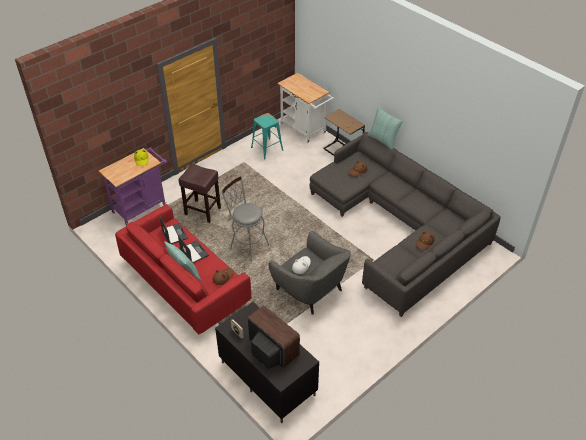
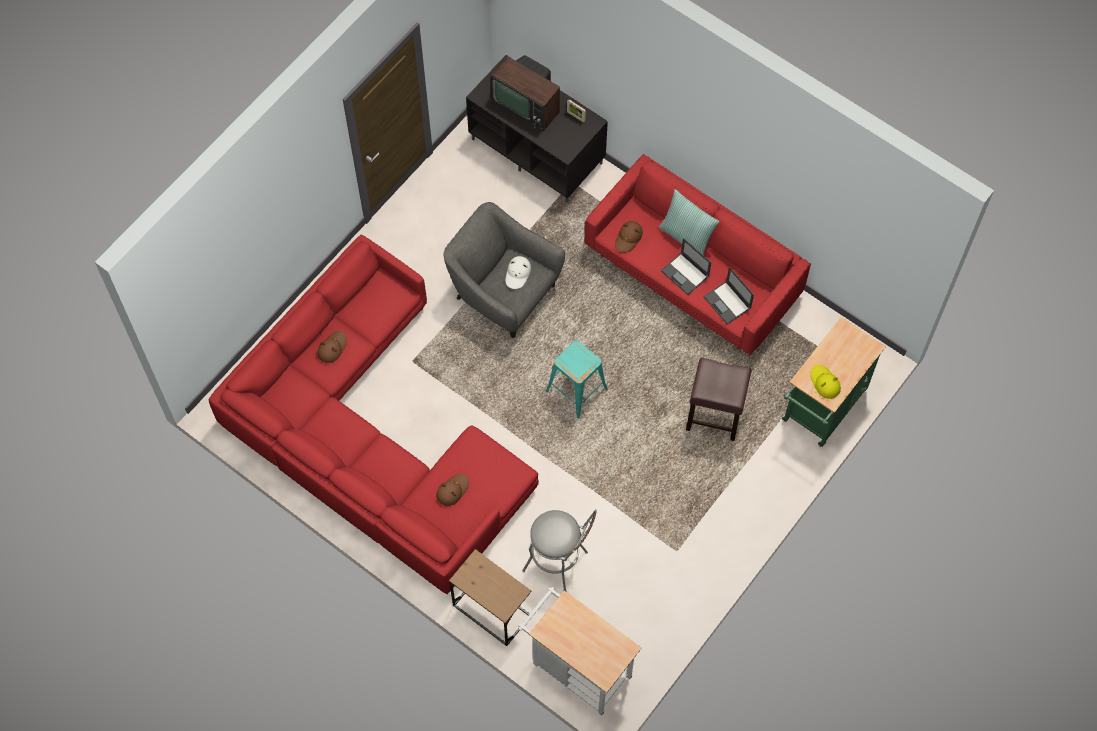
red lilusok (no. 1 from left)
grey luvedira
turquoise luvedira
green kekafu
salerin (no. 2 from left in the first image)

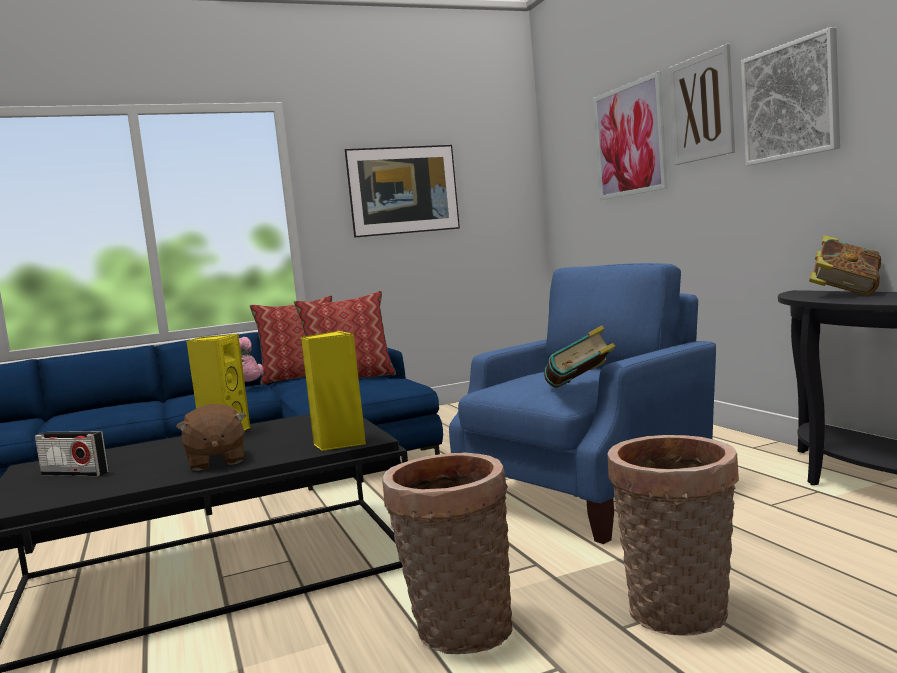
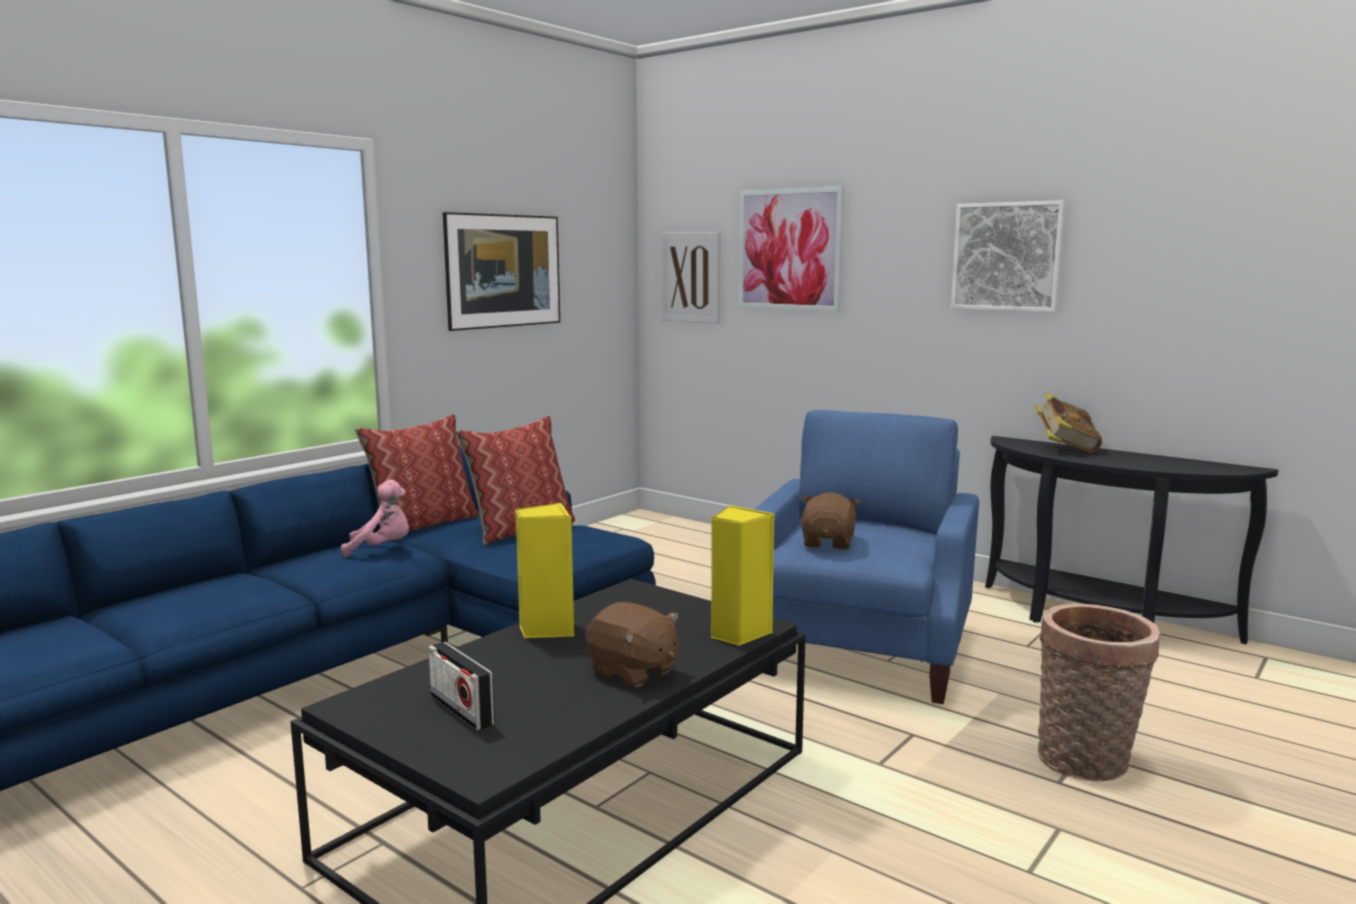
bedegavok
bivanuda (no. 2 from left)
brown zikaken (no. 2 from left)
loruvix (no. 1 from left in the first image)
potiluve (no. 1 from left in the first image)

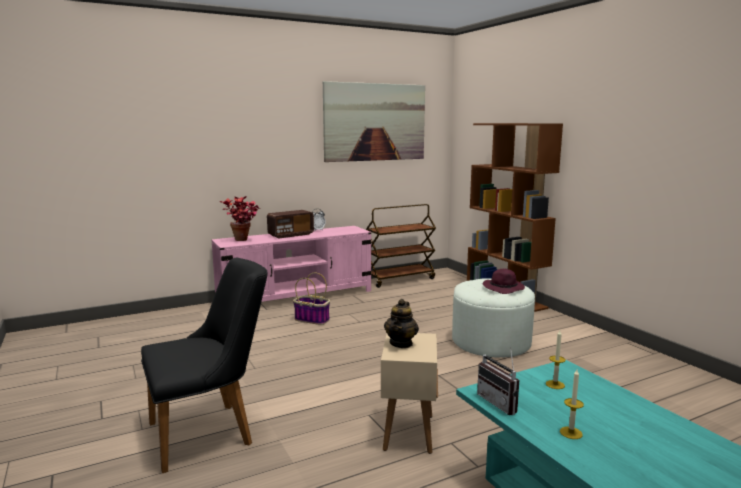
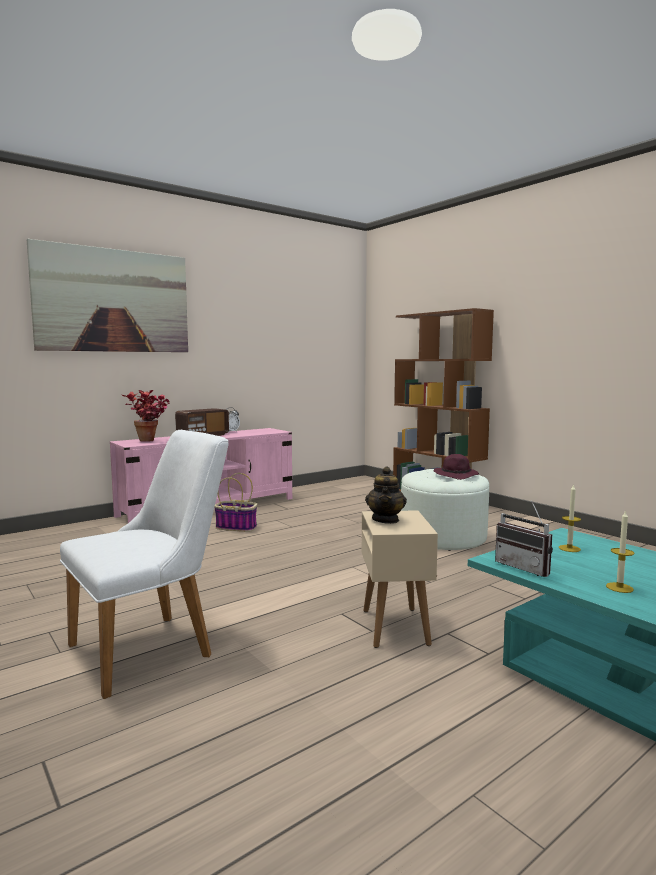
bivanuda
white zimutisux
brown kekafu

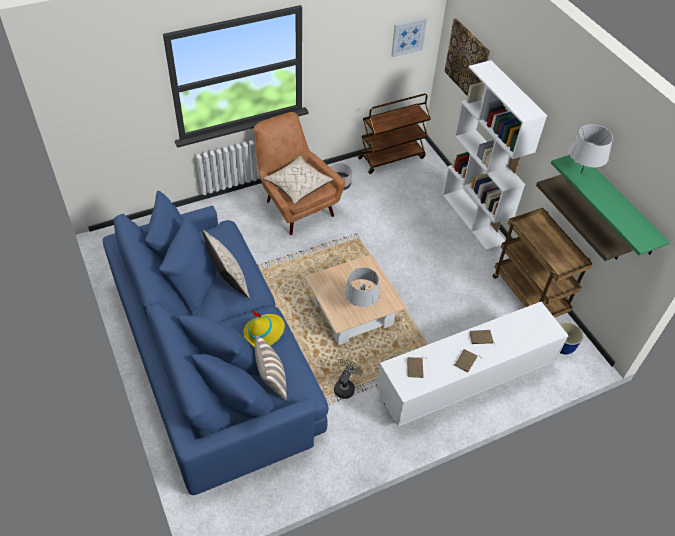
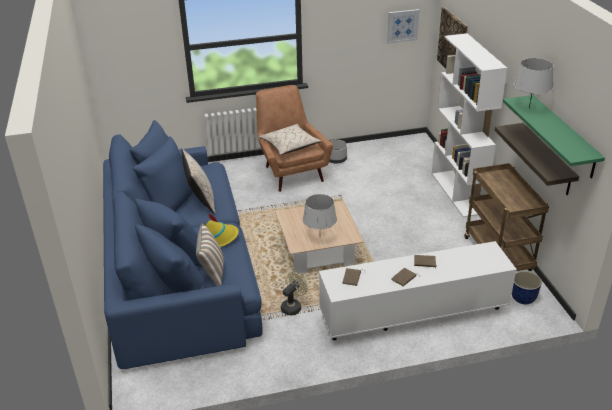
brown kekafu (no. 1 from left in the first image)

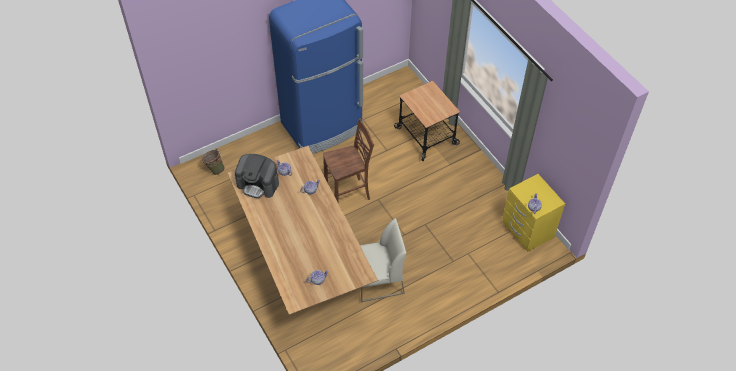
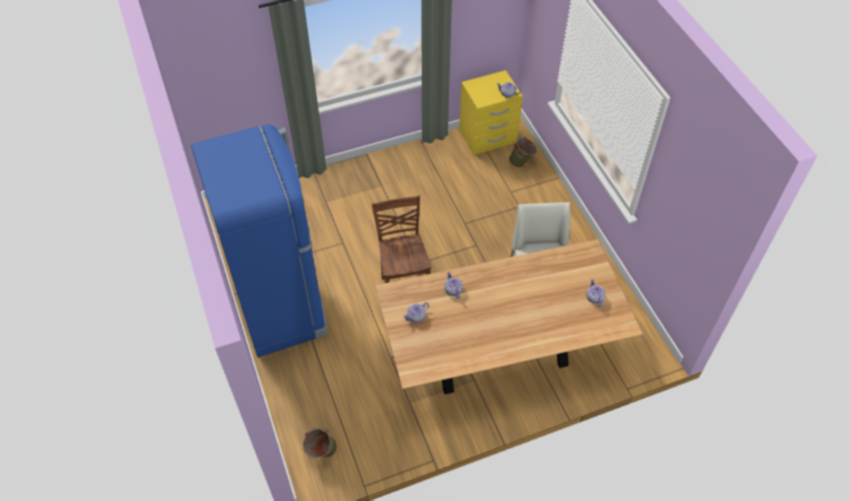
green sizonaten (no. 2 from left)
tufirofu
kekafu

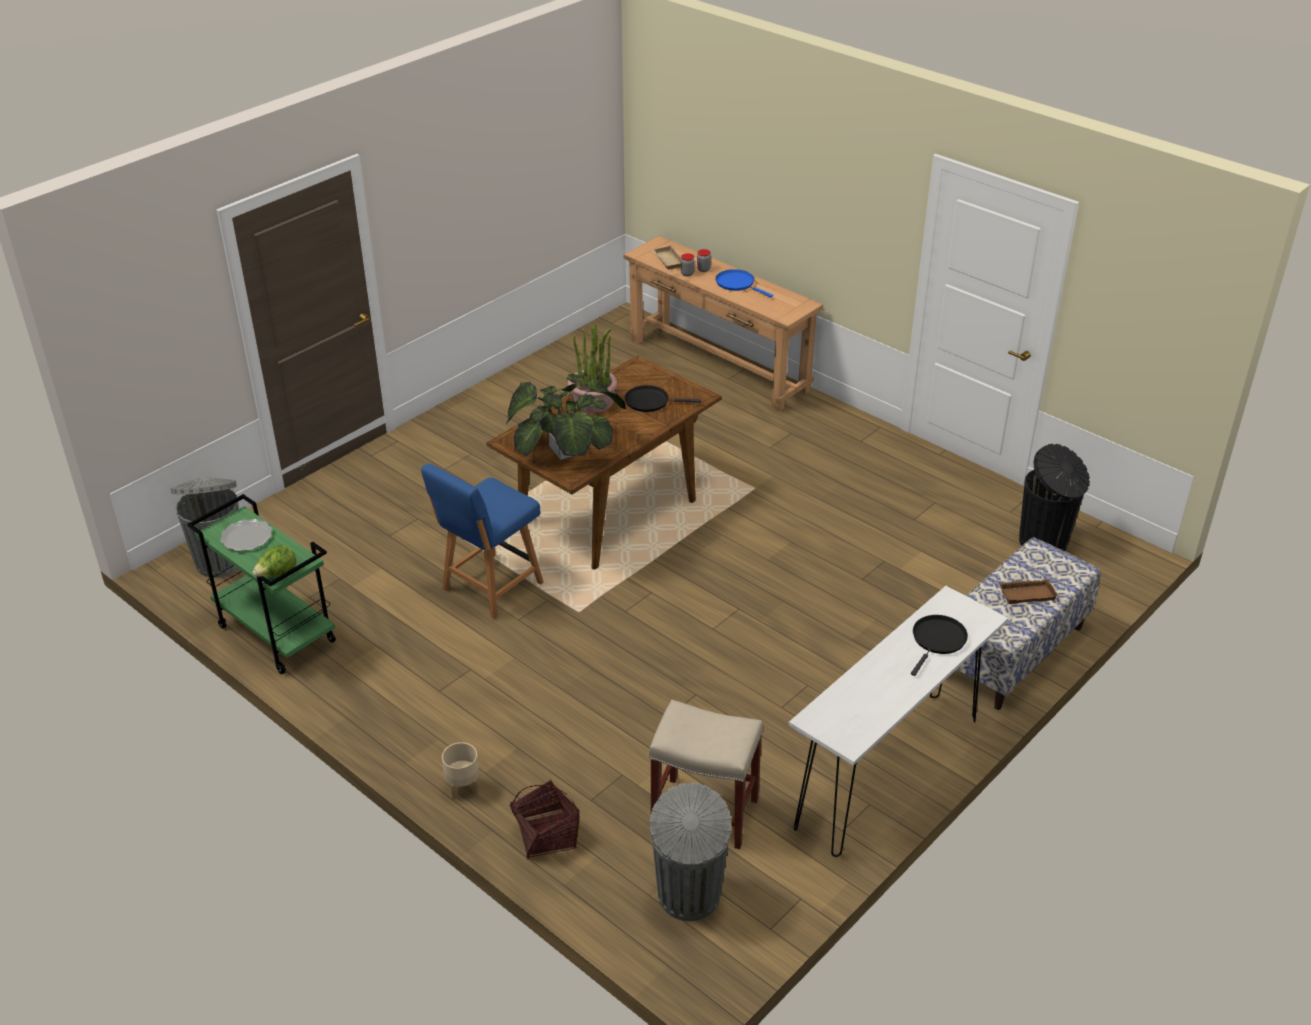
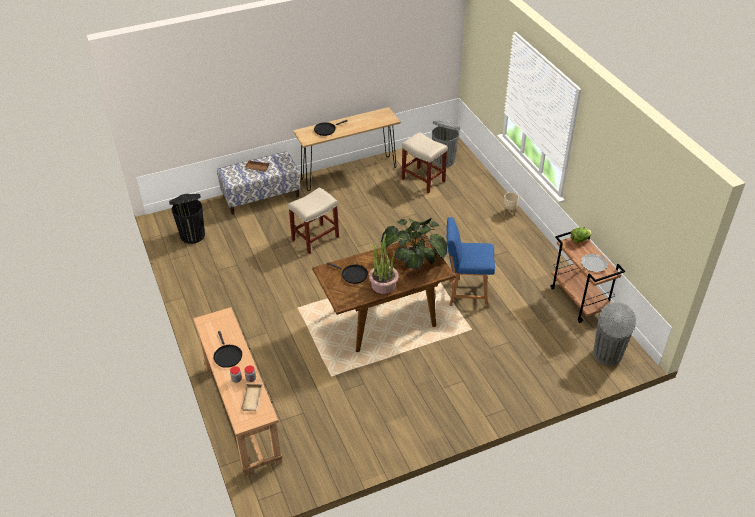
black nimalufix (no. 1 from left)
beige luvedira (no. 1 from left)
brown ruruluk (no. 2 from left)
blue zimutisux
brown kekafu
loruvix

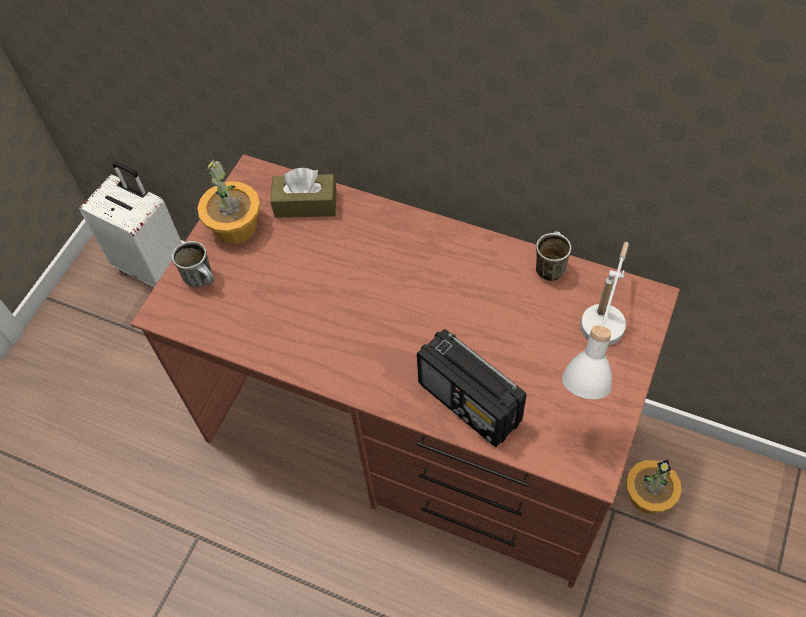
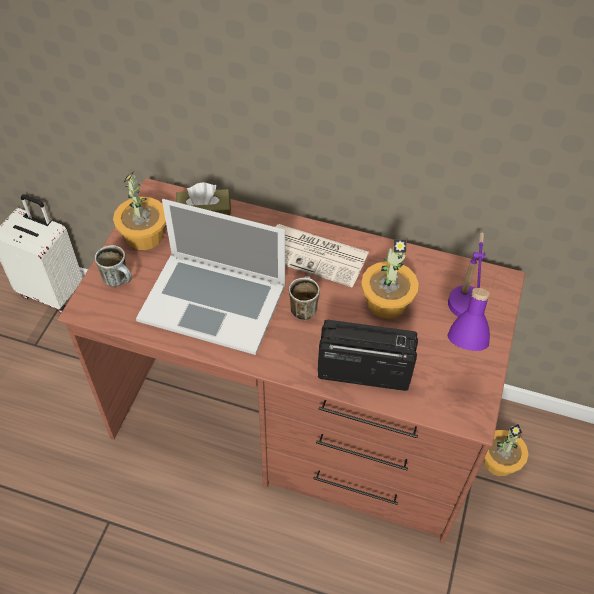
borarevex
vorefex
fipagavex (no. 2 from left)
bedegavok
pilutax (no. 2 from left)
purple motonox

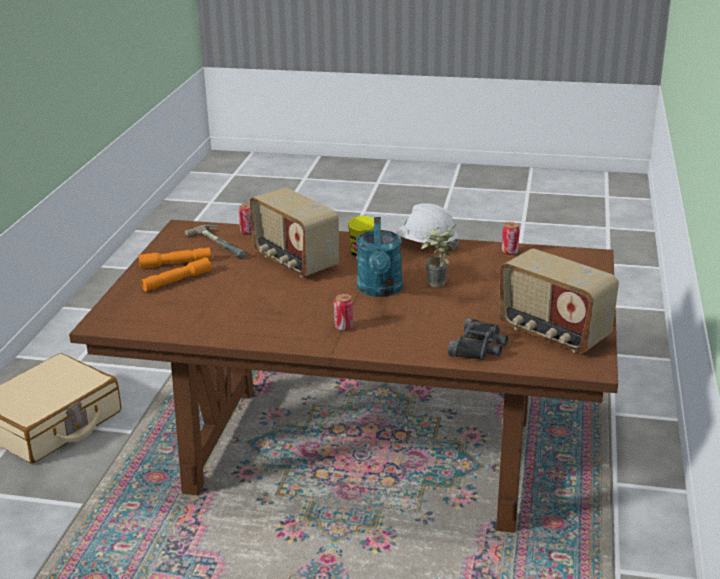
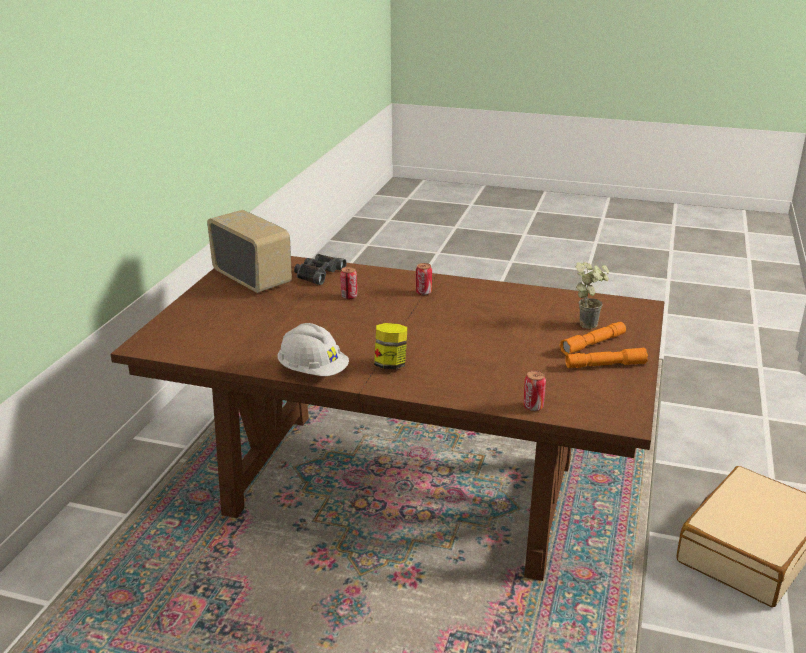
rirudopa (no. 1 from left)
pilutax
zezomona
bedegavok (no. 1 from left in the first image)
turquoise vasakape

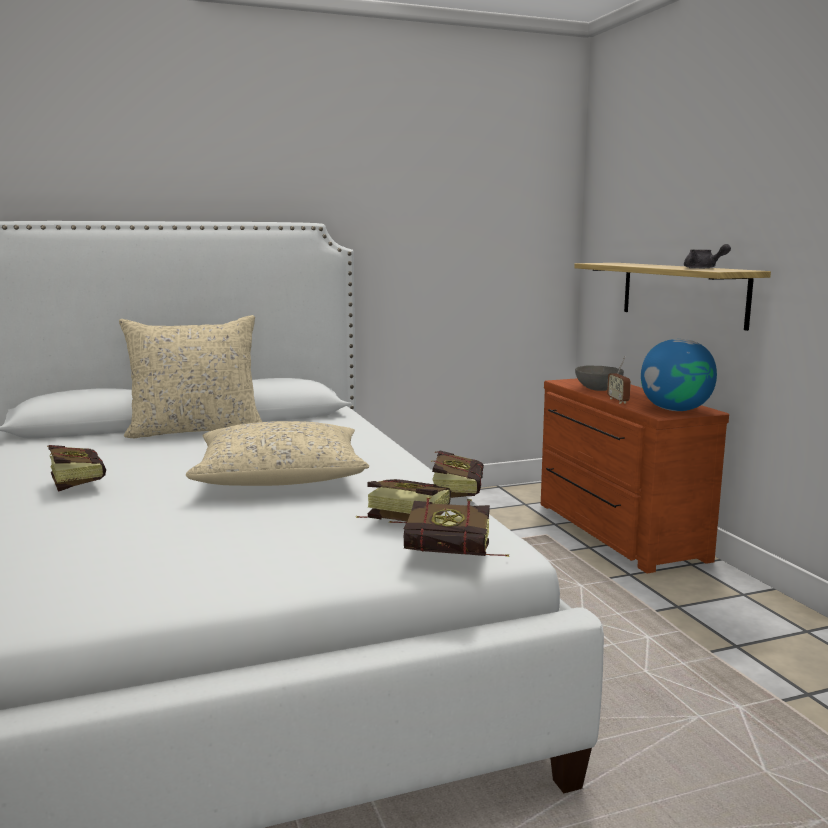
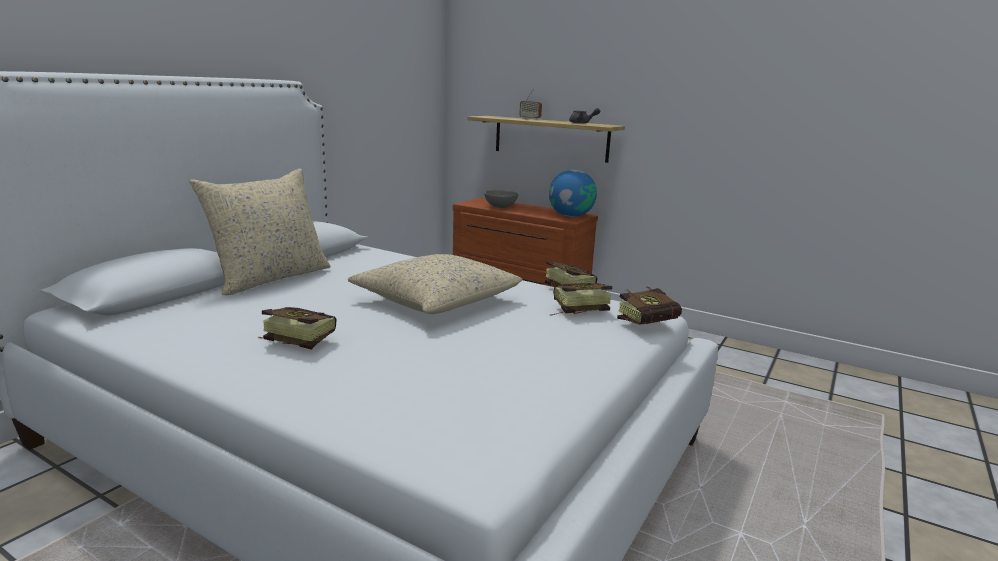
bedegavok

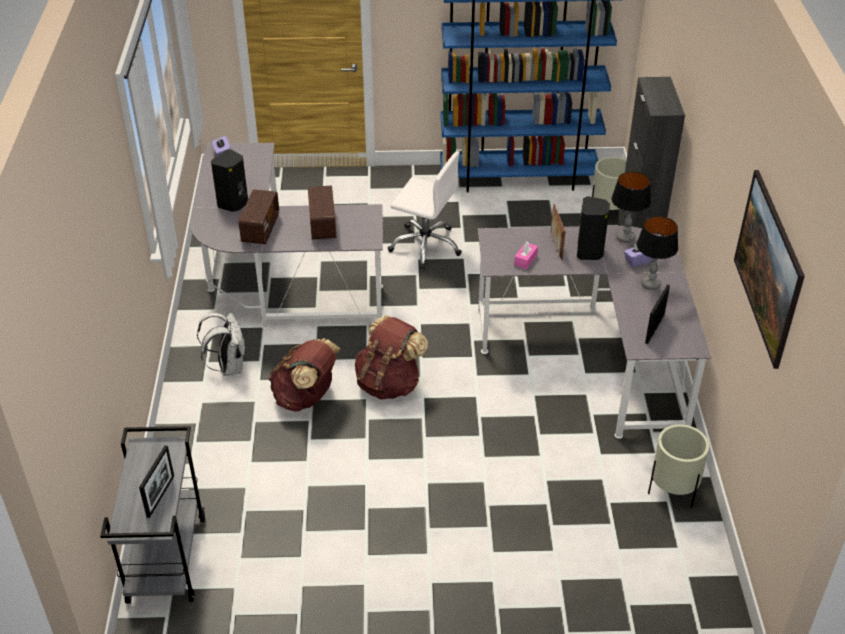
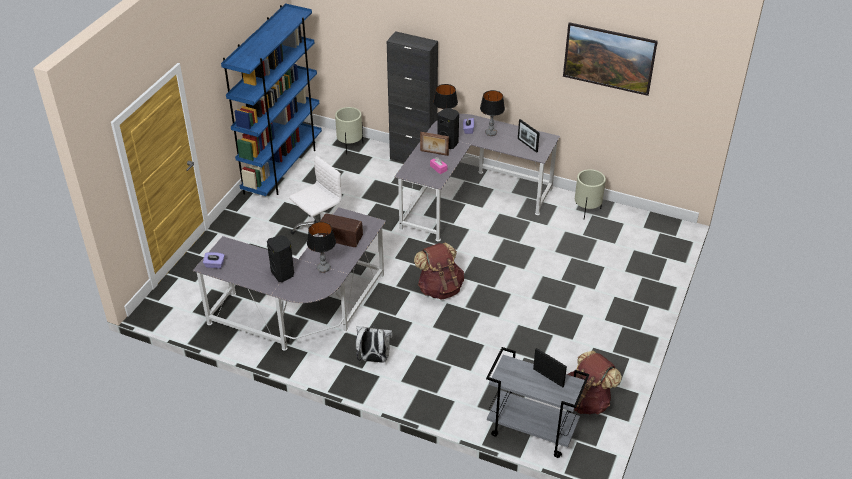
motonox (no. 1 from left)
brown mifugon (no. 2 from left)

